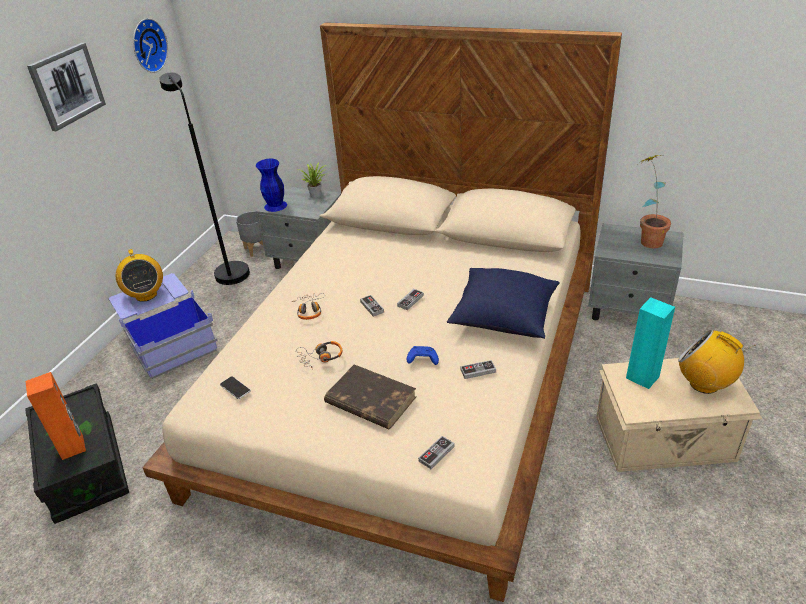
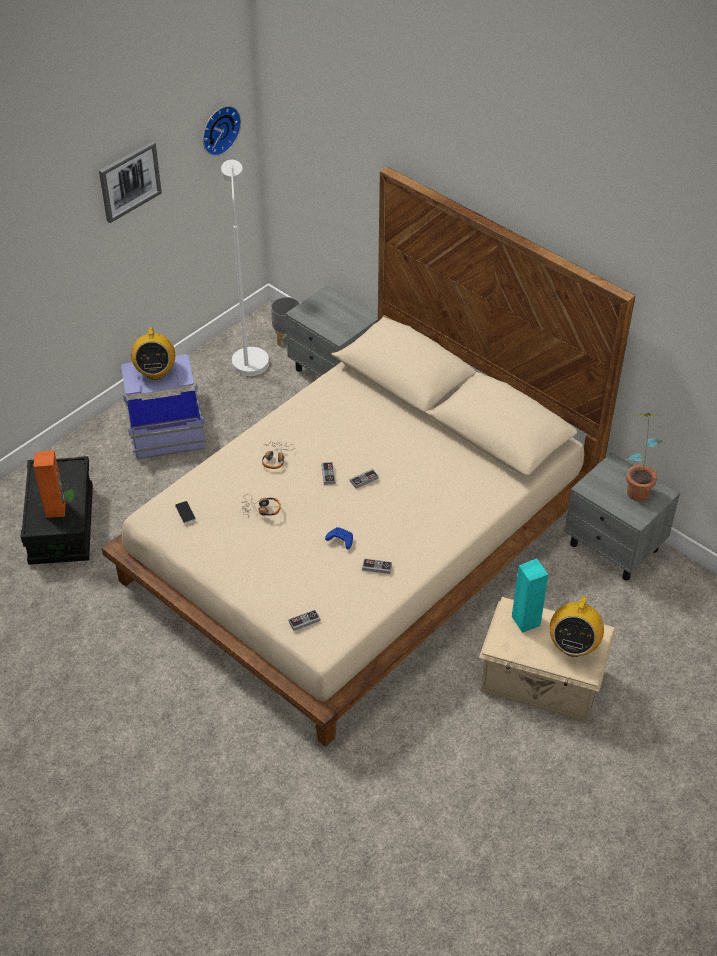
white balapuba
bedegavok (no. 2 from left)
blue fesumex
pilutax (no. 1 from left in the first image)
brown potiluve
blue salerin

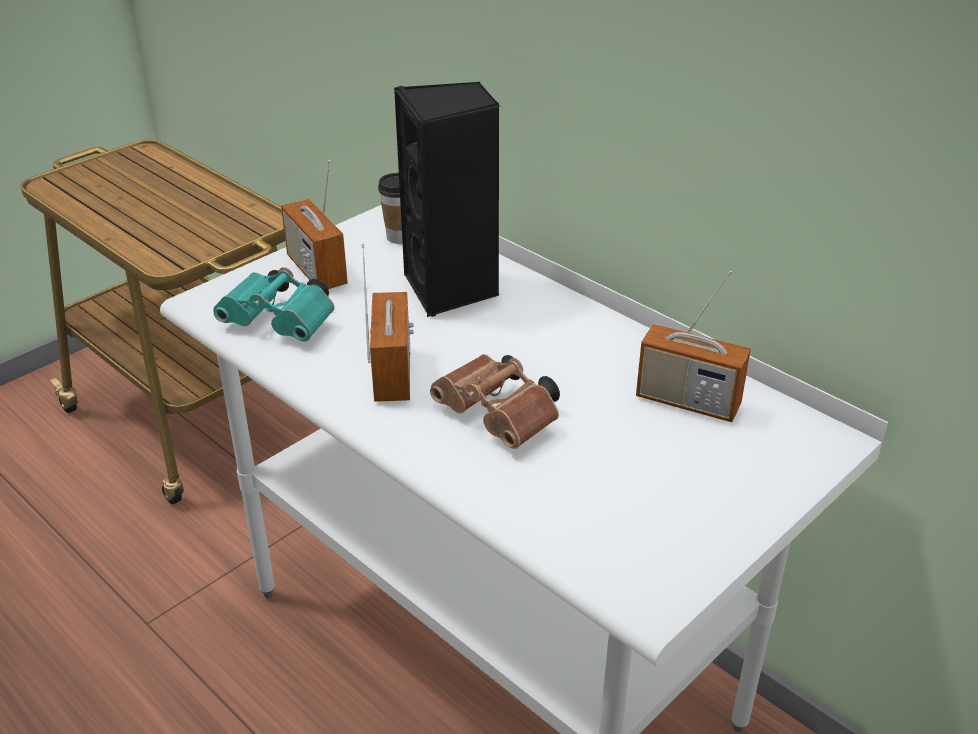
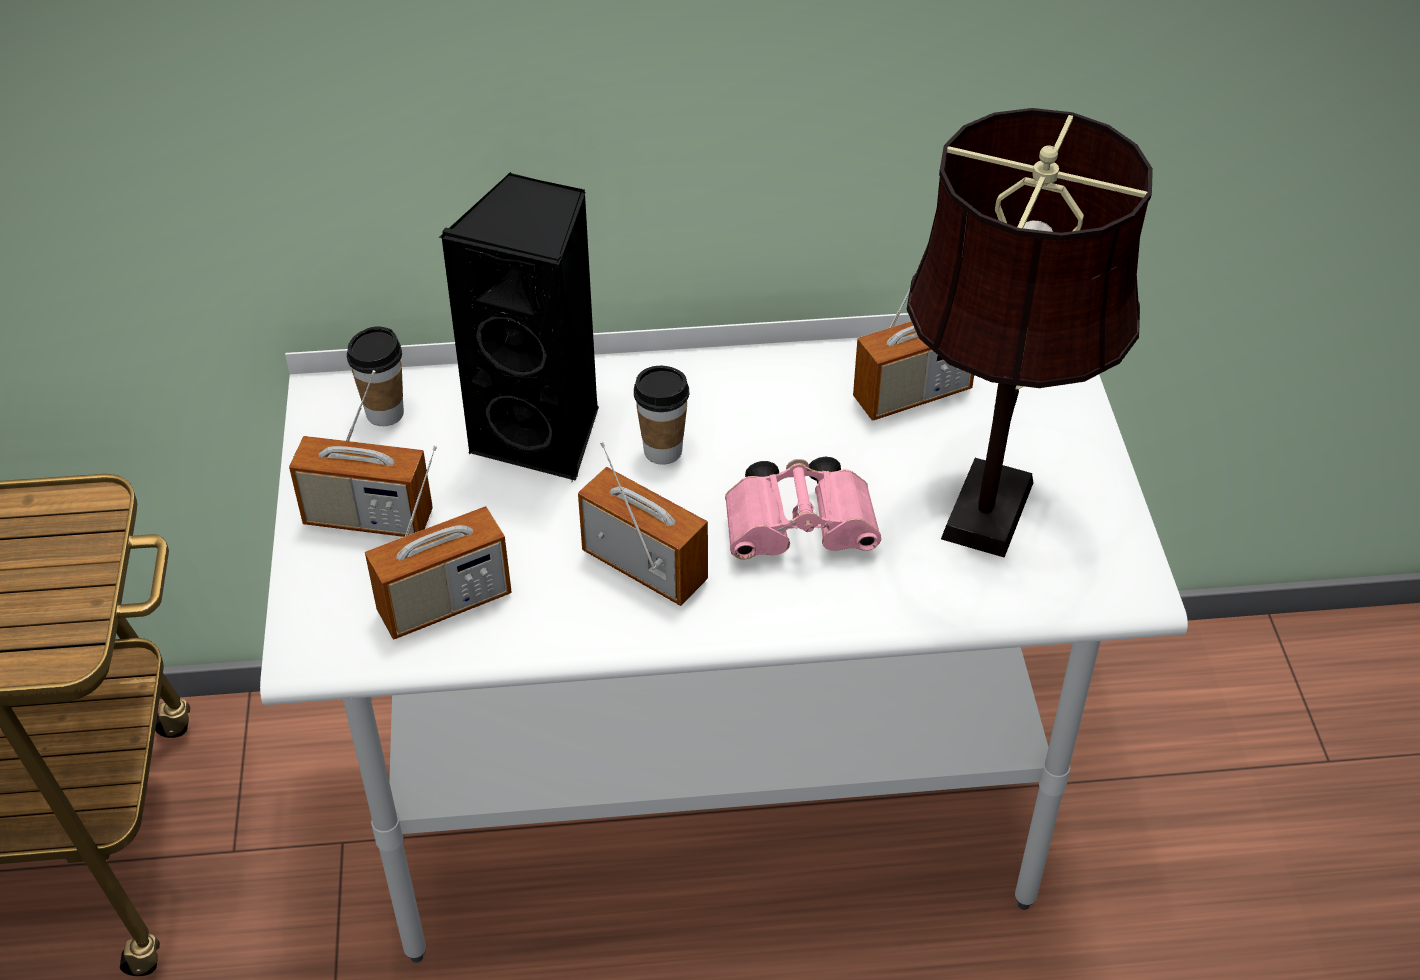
bedegavok (no. 2 from left)
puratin (no. 2 from left)
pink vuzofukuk
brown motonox

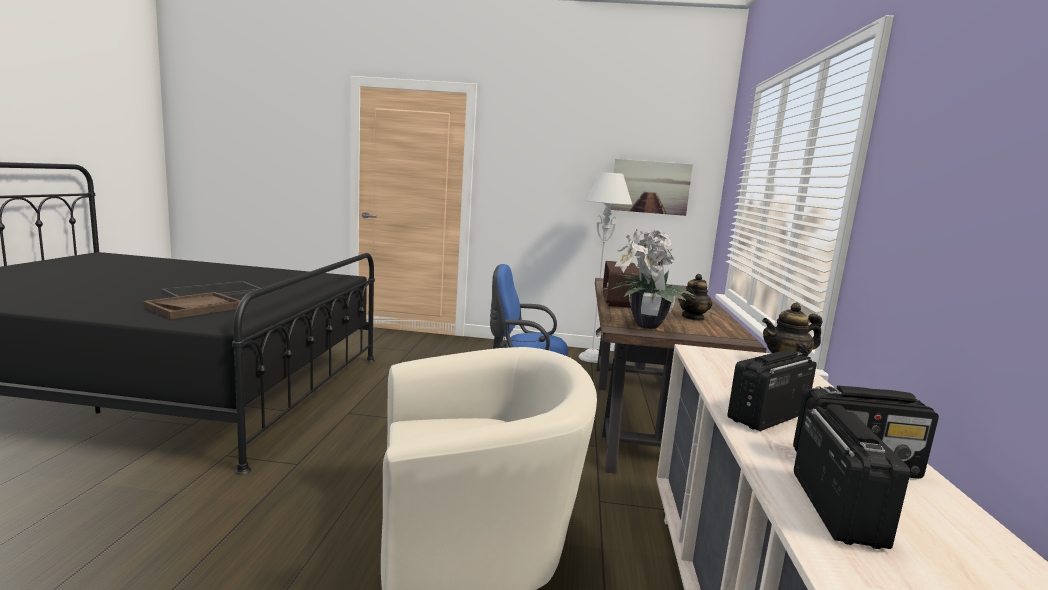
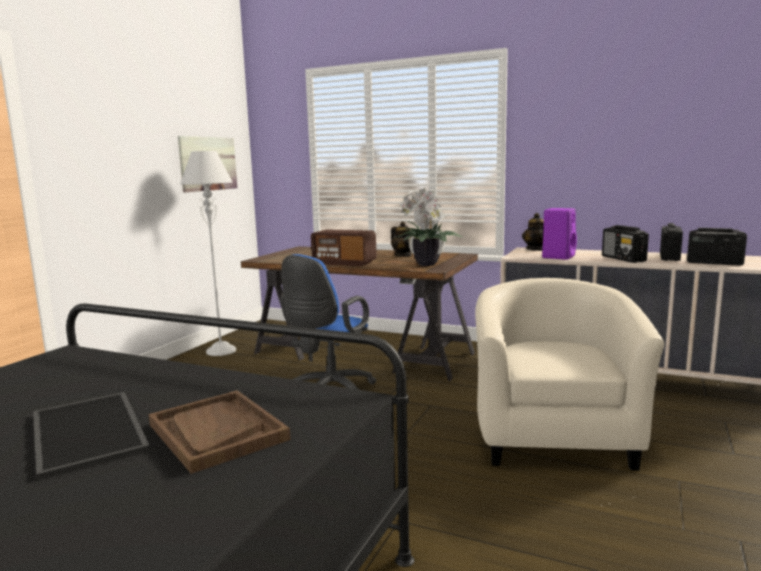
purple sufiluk

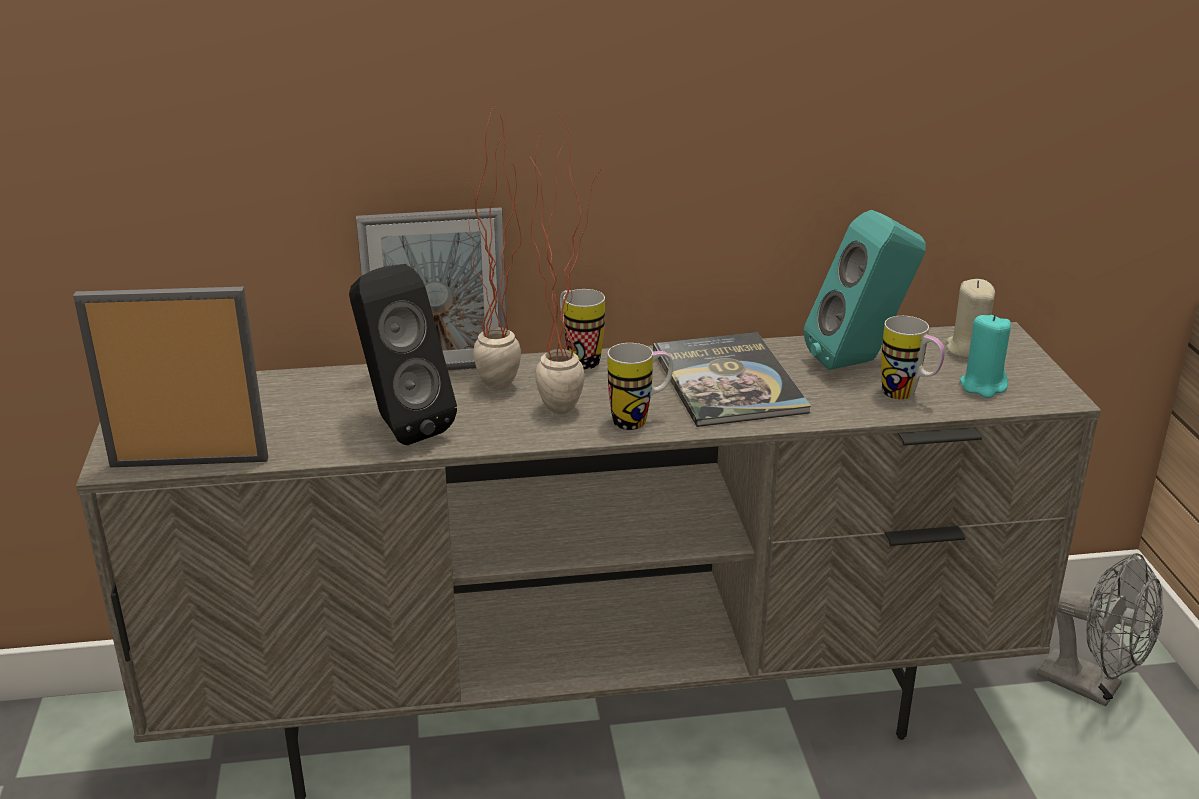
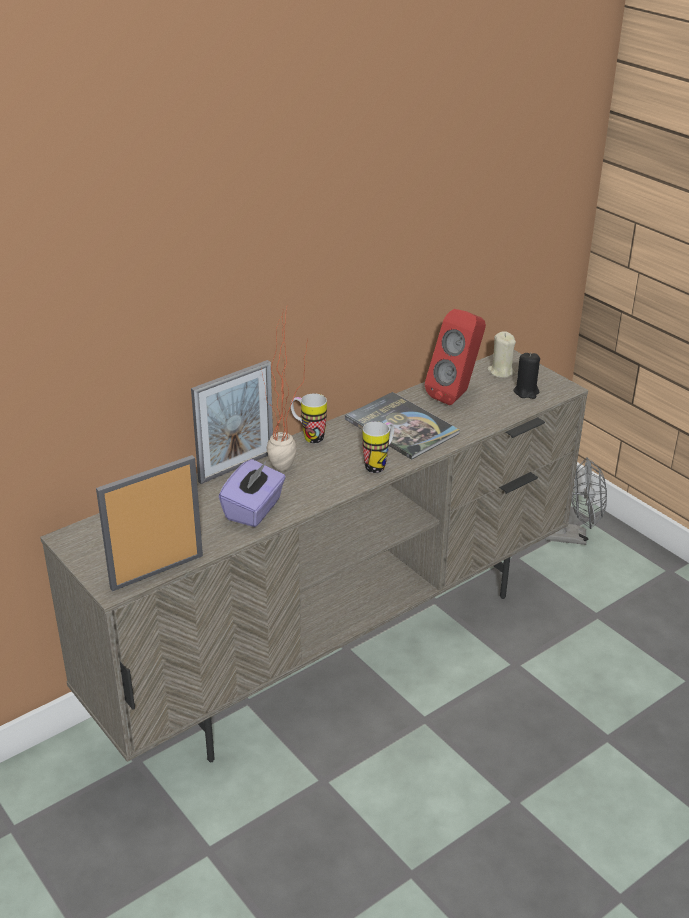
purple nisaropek
red sufiluk
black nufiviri
pilutax (no. 2 from left in the first image)
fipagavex (no. 3 from left in the first image)

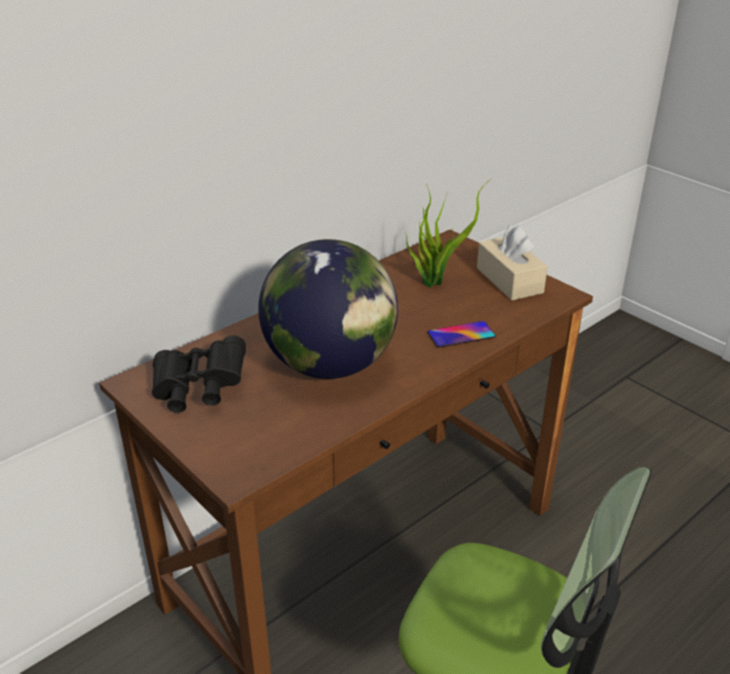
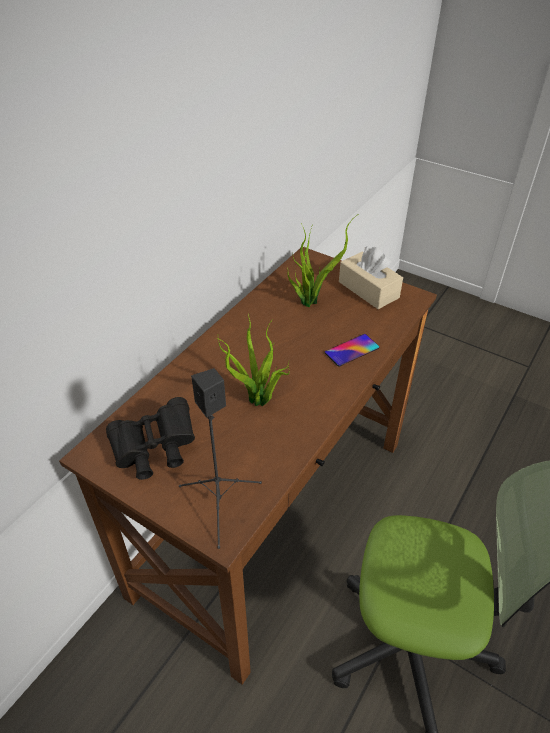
black sufiluk
pilutax (no. 1 from left)

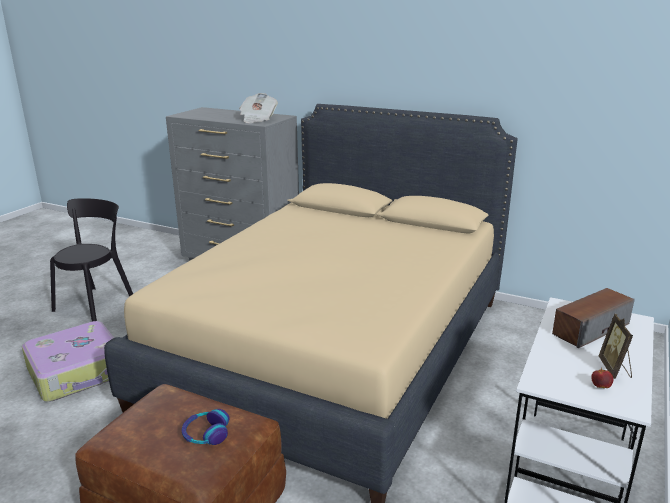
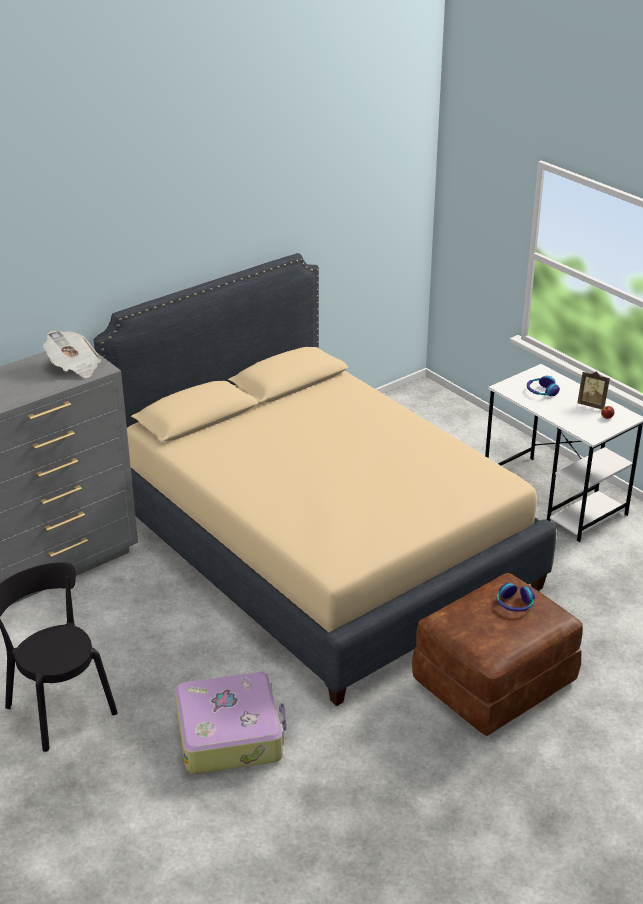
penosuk (no. 2 from left)

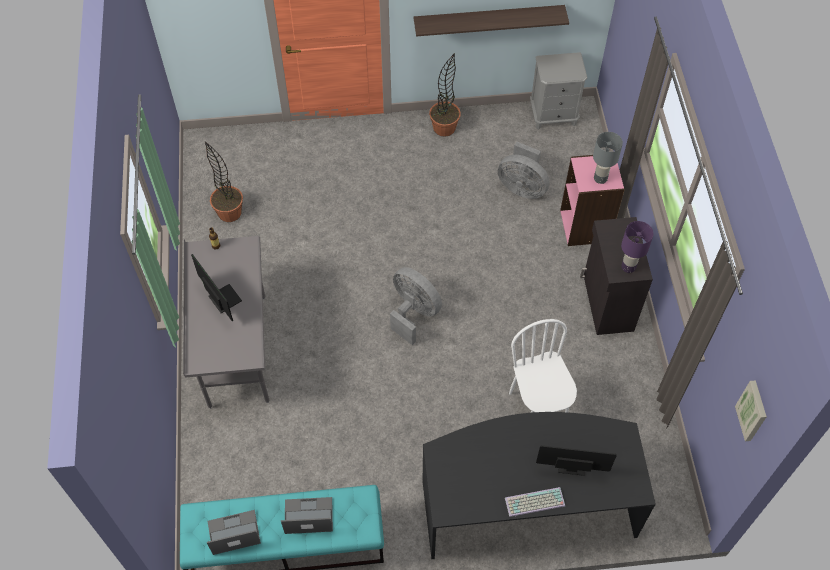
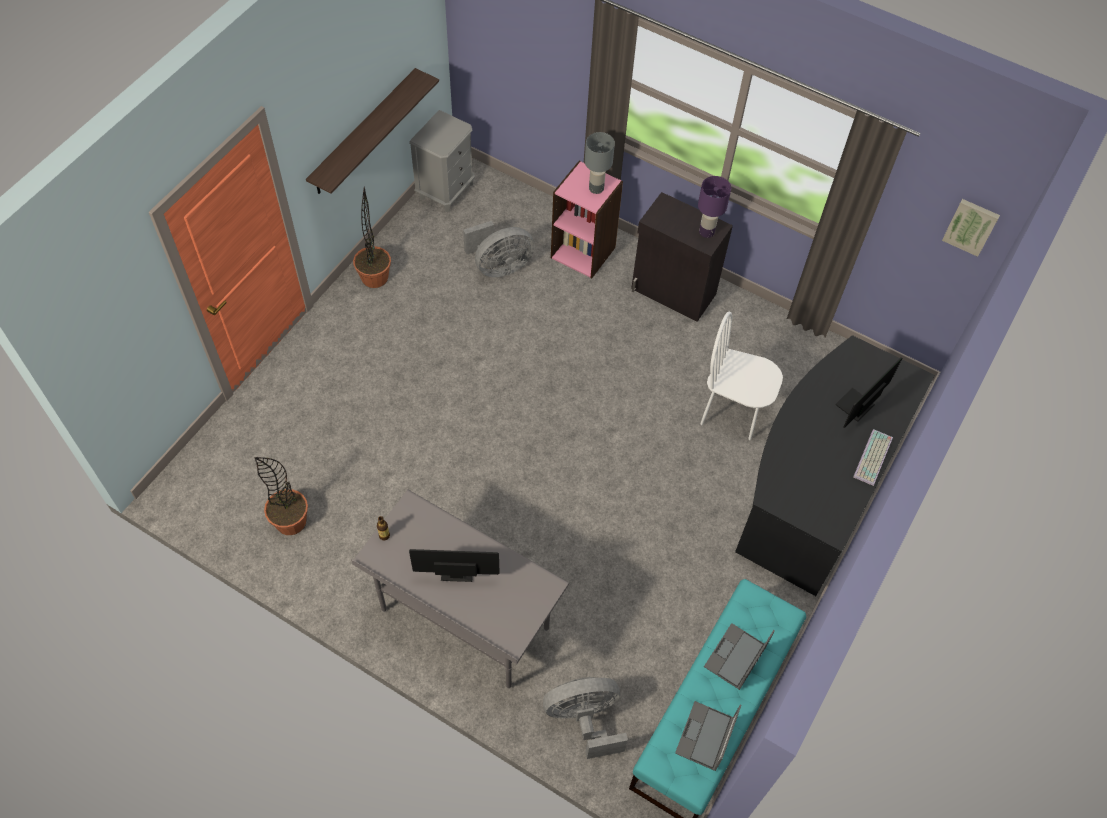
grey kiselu (no. 2 from left)

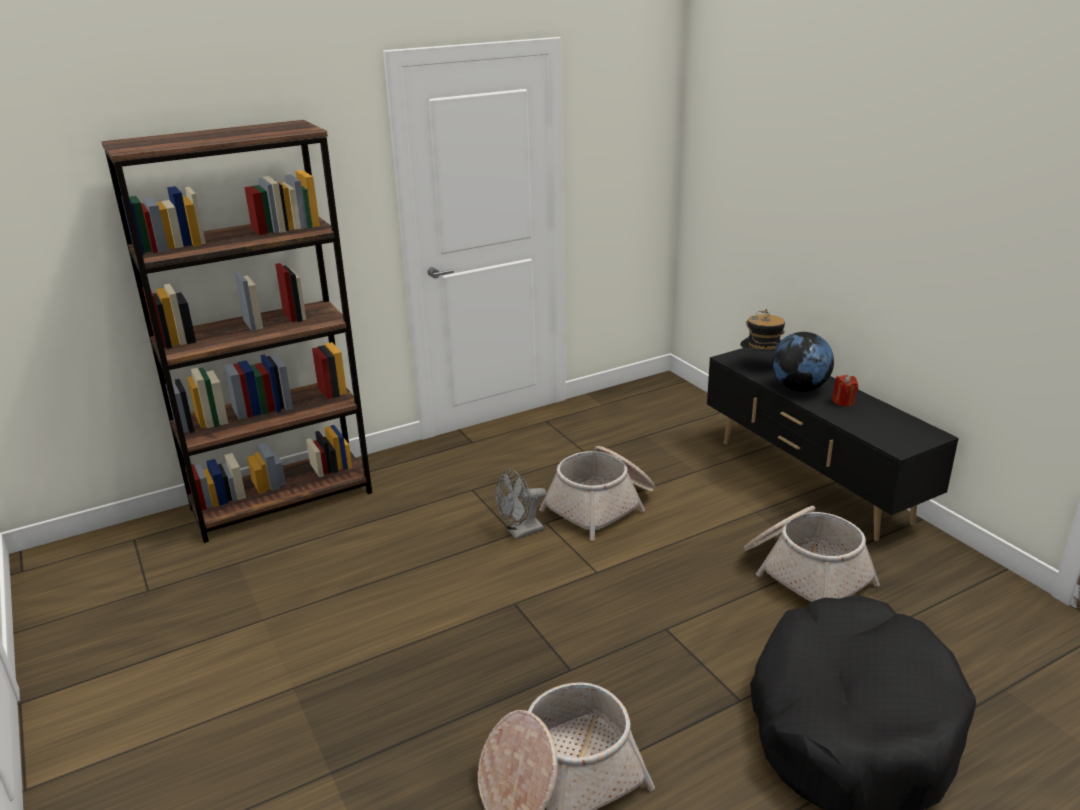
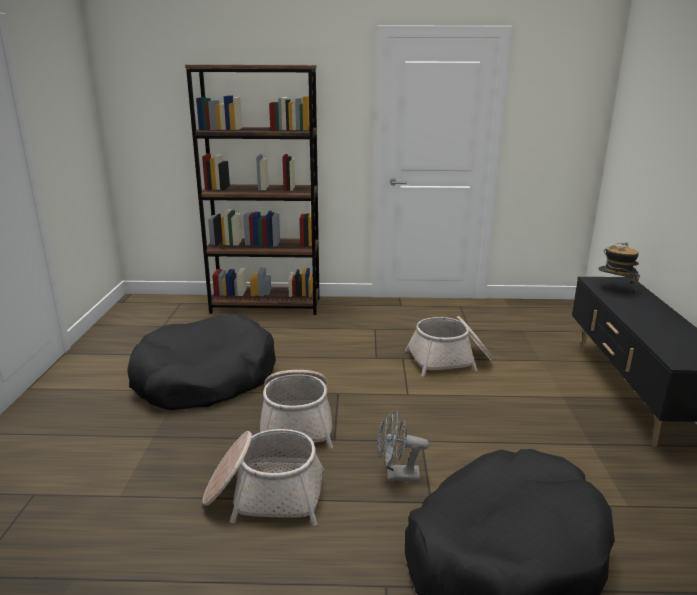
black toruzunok (no. 1 from left)
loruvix (no. 2 from left)
grey kiselu
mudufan
red nufiviri

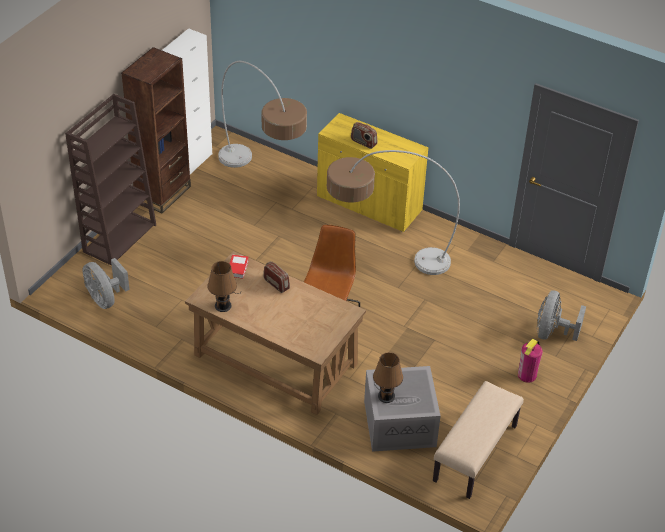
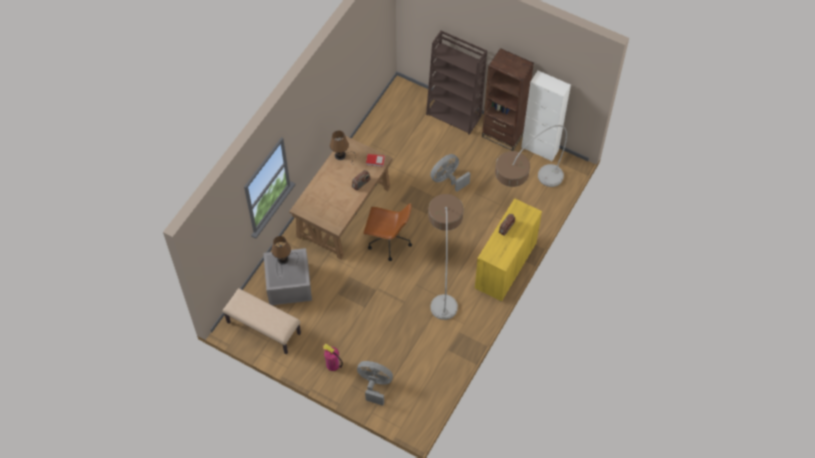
grey kiselu (no. 2 from left)

